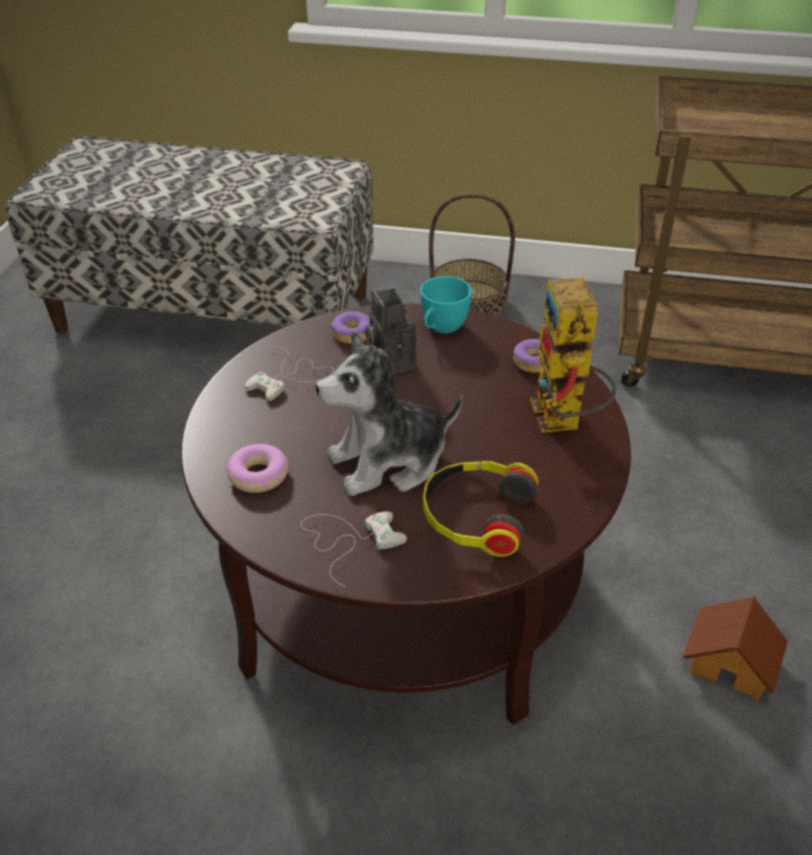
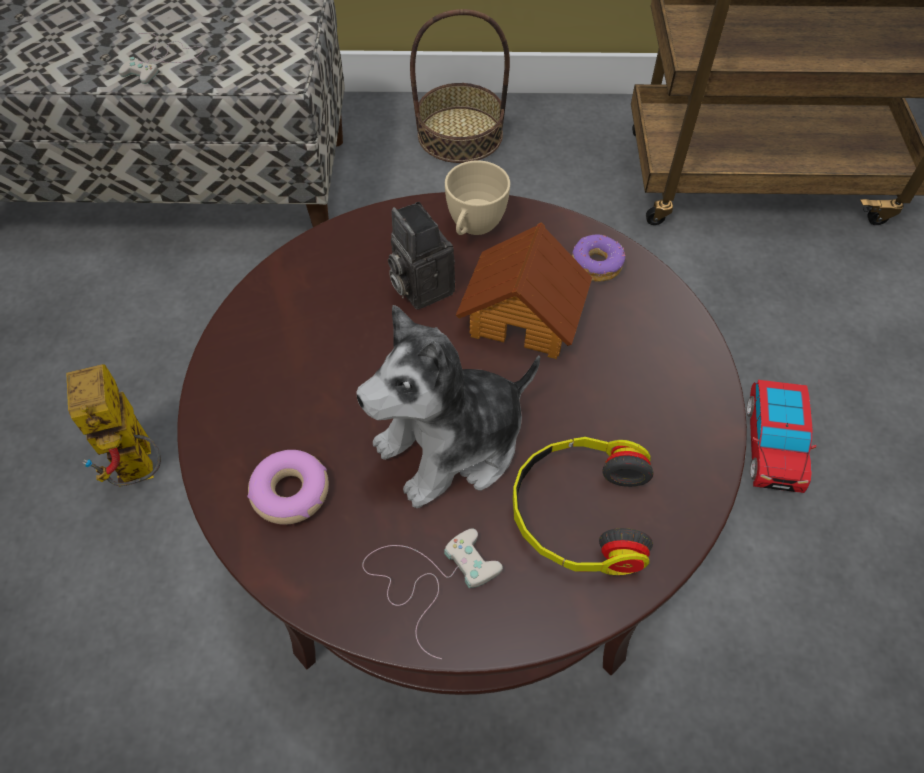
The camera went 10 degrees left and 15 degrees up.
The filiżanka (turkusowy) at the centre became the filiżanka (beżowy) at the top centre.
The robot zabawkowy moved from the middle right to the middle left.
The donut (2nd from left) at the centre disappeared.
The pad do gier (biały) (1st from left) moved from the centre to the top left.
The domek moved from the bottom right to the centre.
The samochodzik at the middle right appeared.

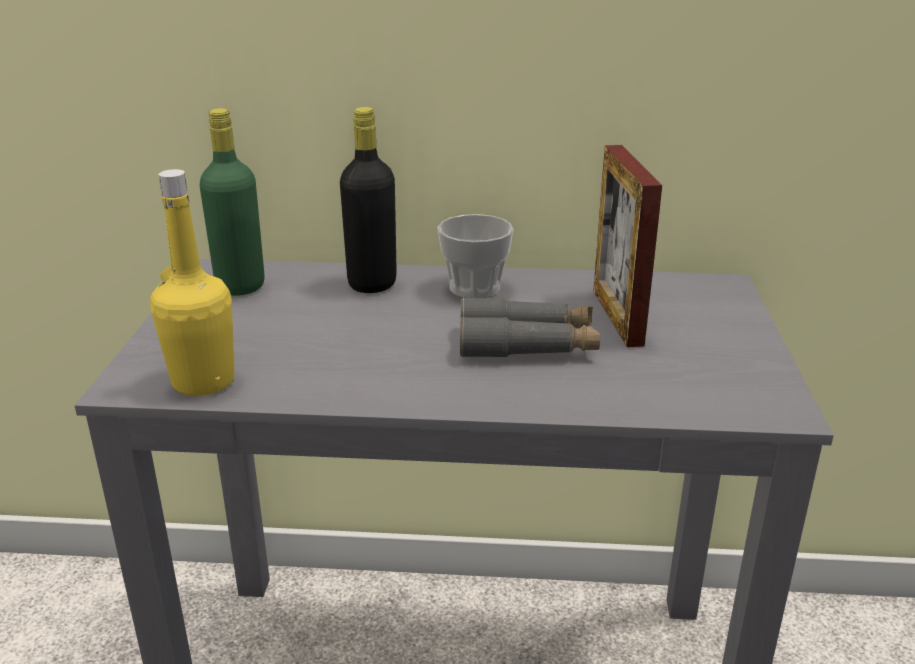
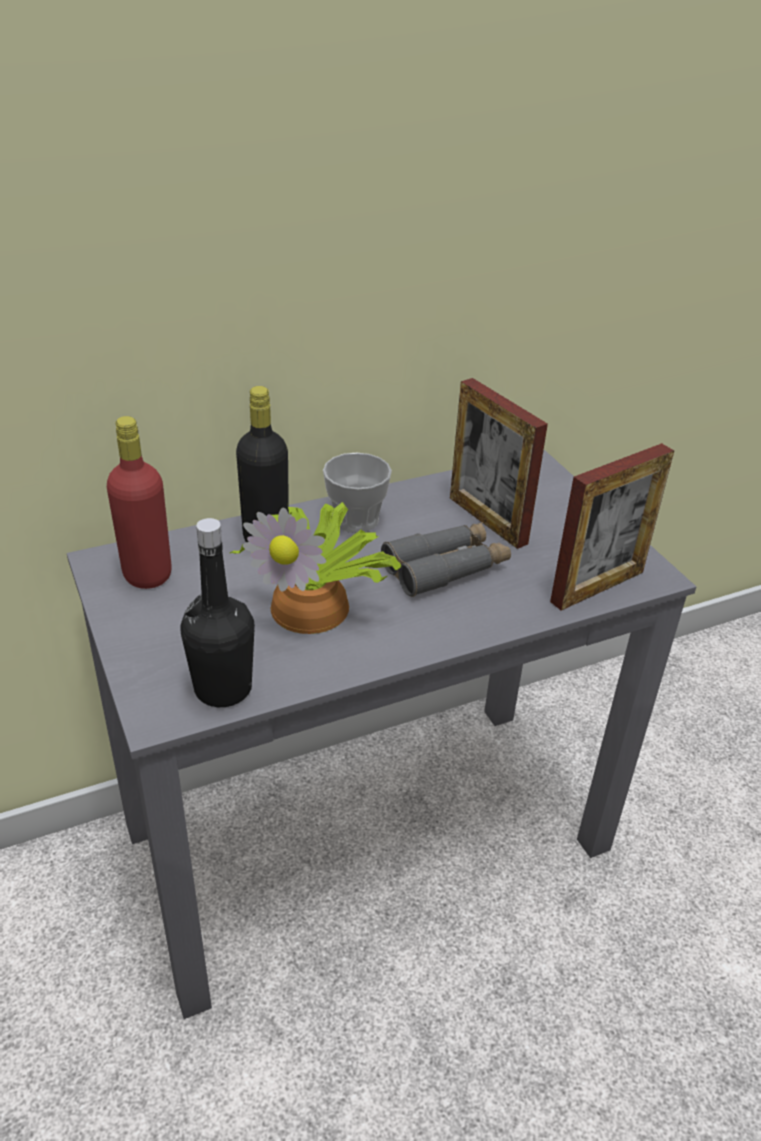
The camera went 30 degrees left and 10 degrees up.
The butelka (zielony) at the top left became the butelka (czerwony) at the middle left.
The butelka (żółty) at the middle left became the butelka (czarny) (1st from left) at the middle left.
The ramka na zdjęcie (2nd from left) at the middle right appeared.
The roślina doniczkowa at the centre appeared.

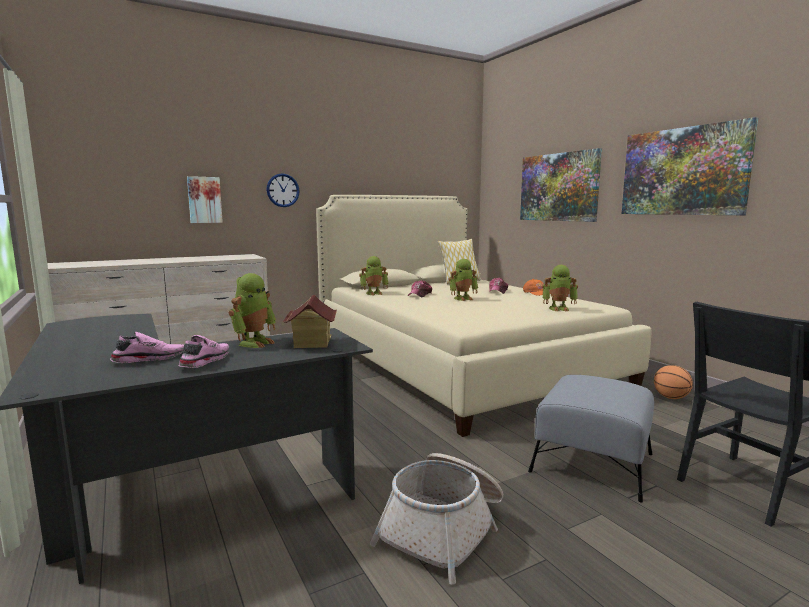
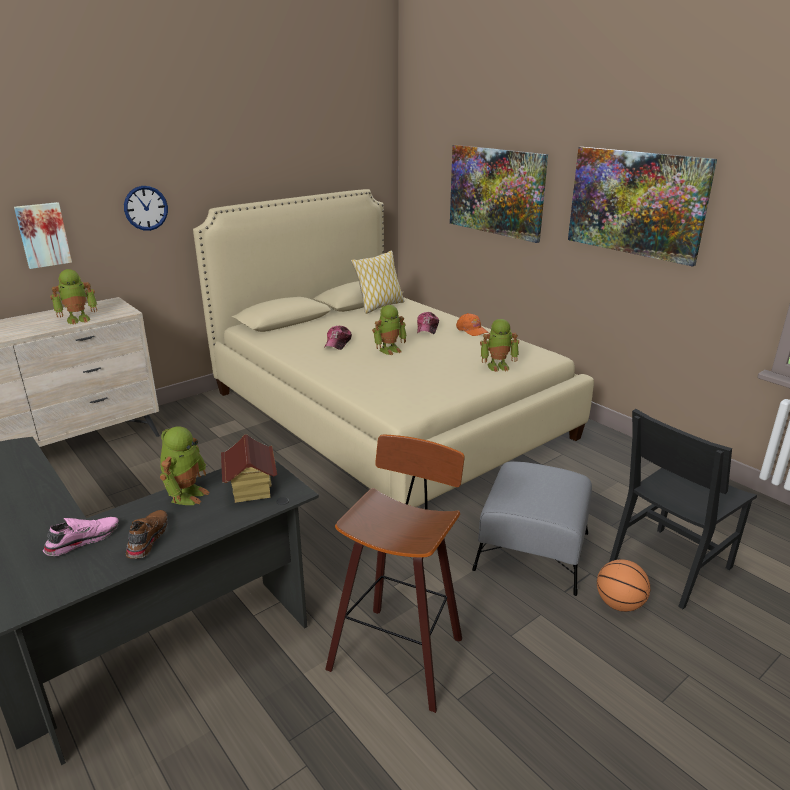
The camera went 10 degrees left and 15 degrees up.
The robot zabawkowy (2nd from left in the first image) moved from the centre to the middle left.
The but (różowy) (2nd from left) at the middle left became the but (brązowy) at the bottom left.
The piłka do koszykówki moved from the middle right to the bottom right.
The koszyk at the bottom centre was replaced by the stołek at the bottom centre.

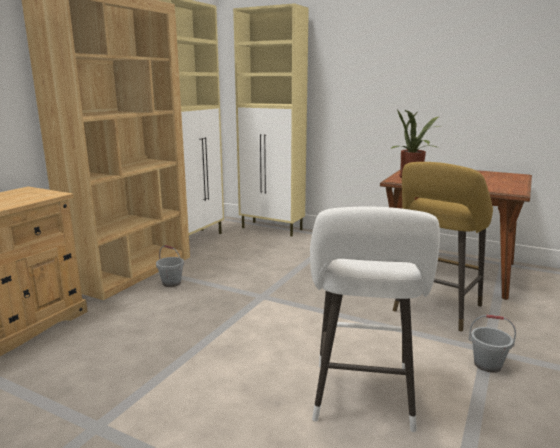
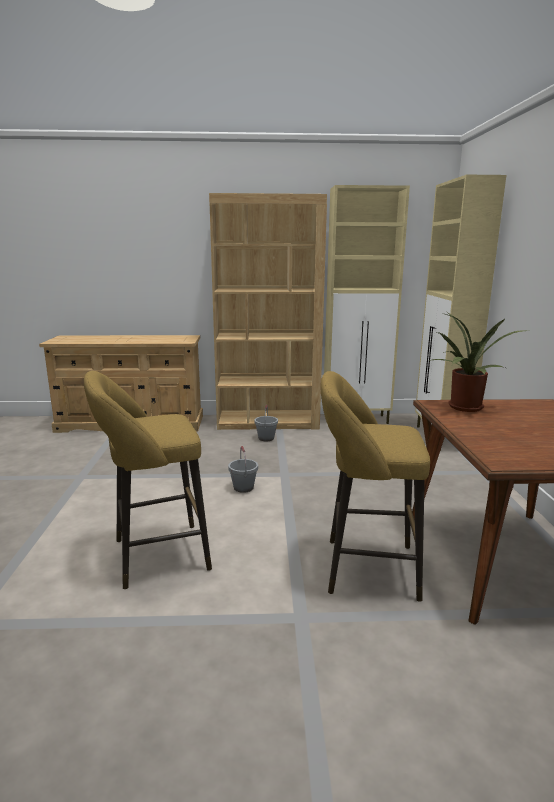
The camera went 60 degrees right and 0 degrees up.
The stołek (biały) at the bottom right became the stołek (żółty) (1st from left) at the middle left.
The wiadro (szary) (2nd from left in the first image) moved from the bottom right to the centre.

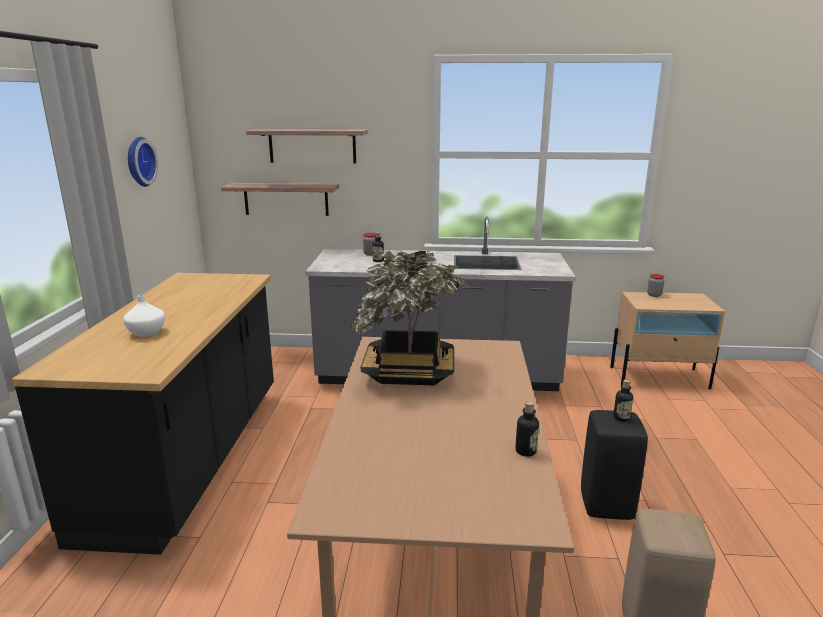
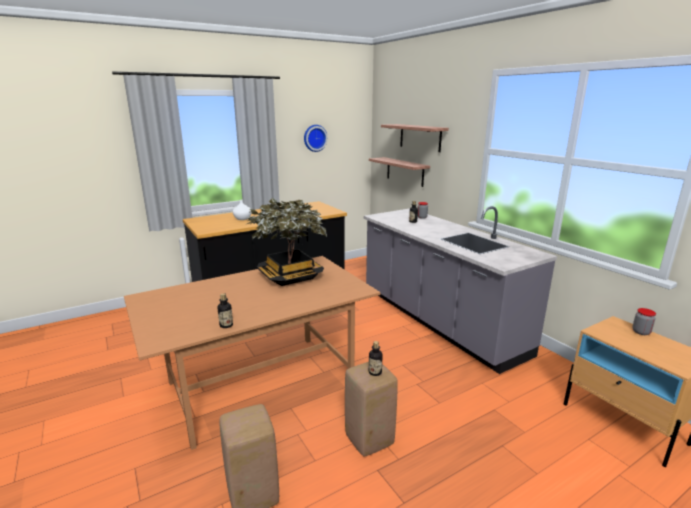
The camera went 55 degrees right and 0 degrees up.
The stołek (czarny) at the bottom right became the stołek (beżowy) (2nd from left) at the bottom centre.

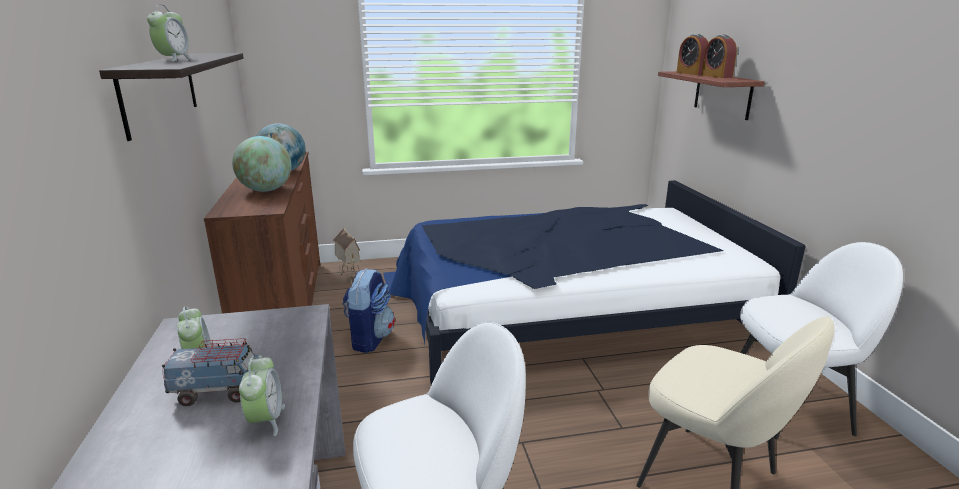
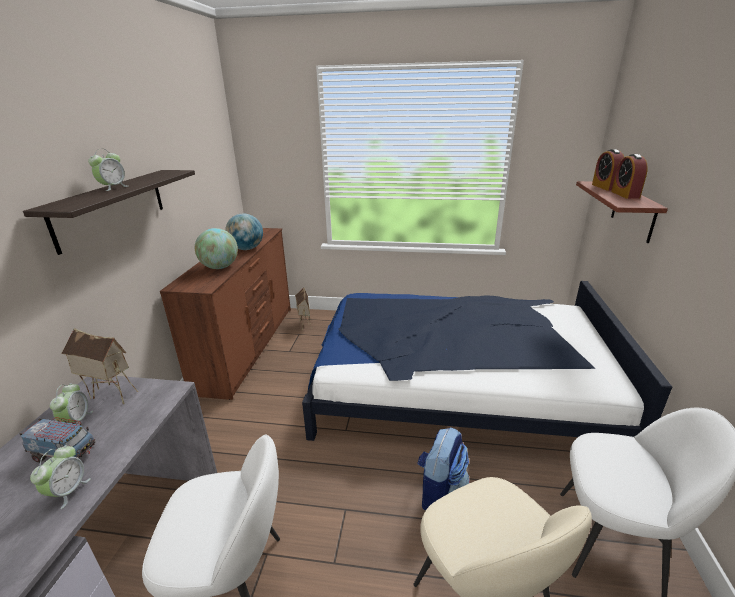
The camera went 20 degrees right and 5 degrees up.
The plecak moved from the centre to the bottom centre.
The domek (1st from left) at the middle left appeared.

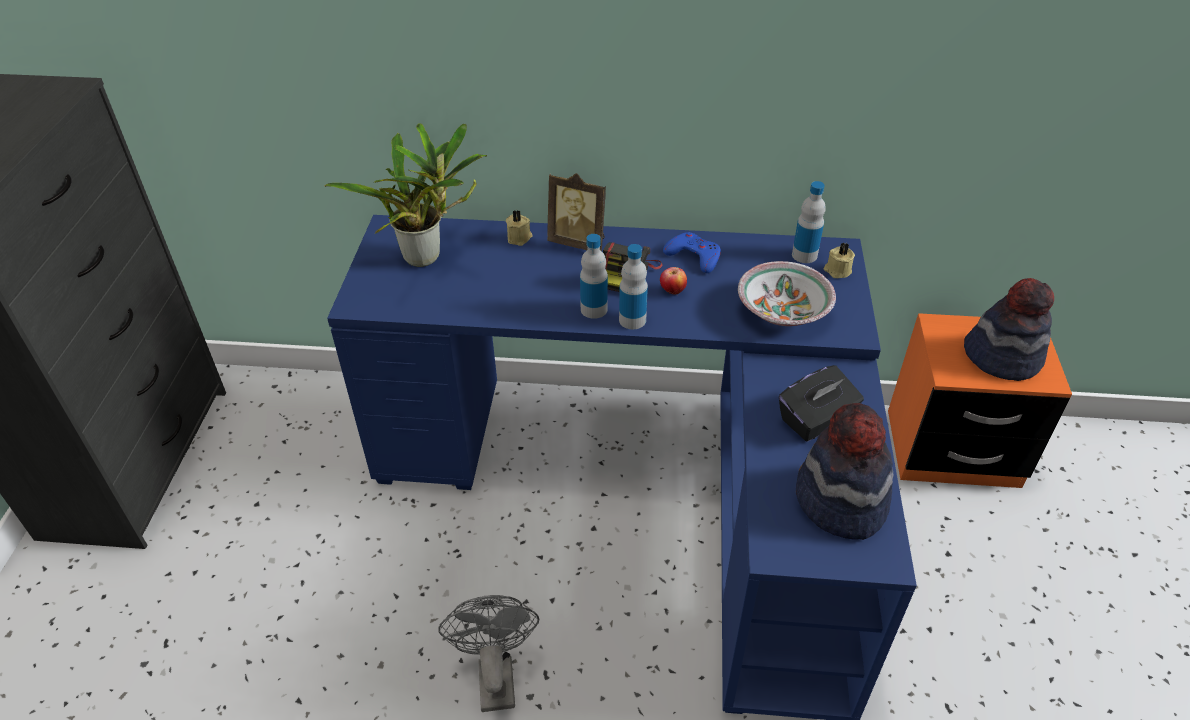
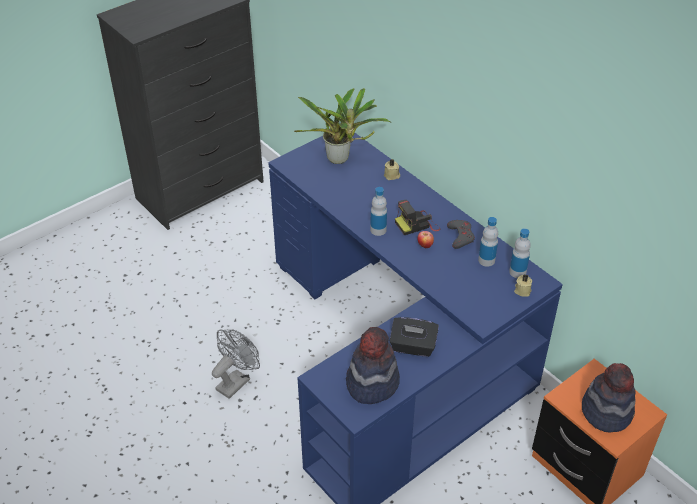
The camera went 45 degrees right and 0 degrees up.
The ramka na zdjęcie at the top centre disappeared.
The pad do gier (niebieski) at the centre became the pad do gier (szary) at the centre.
The butelka (2nd from left) moved from the centre to the middle right.
The miska at the centre disappeared.

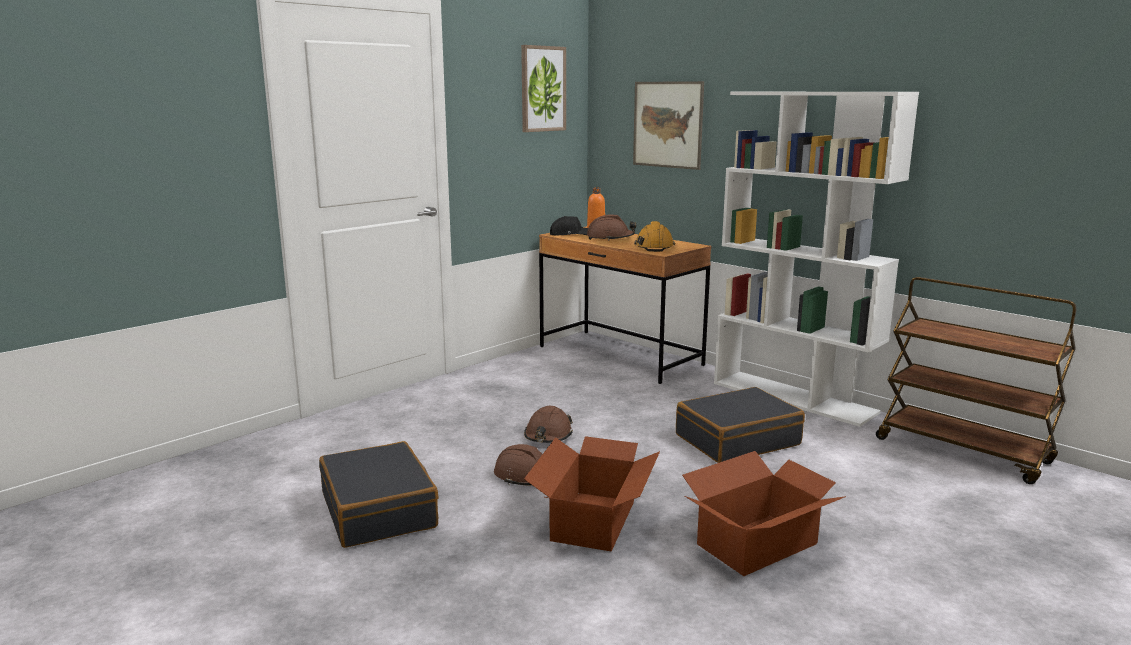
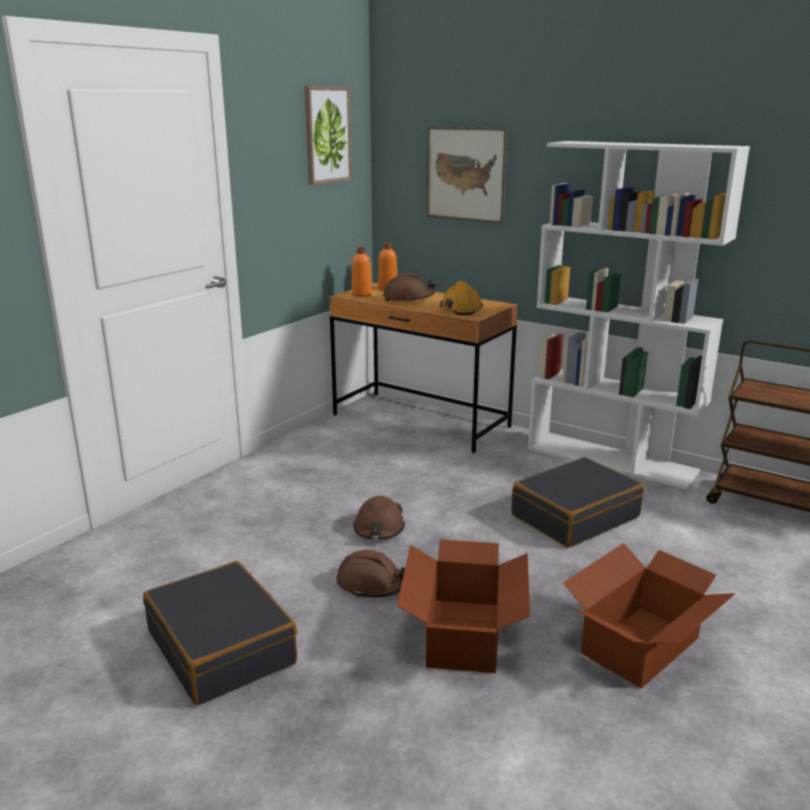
The camera went 10 degrees left and 5 degrees up.
The czapka z daszkiem (czarny) at the centre was replaced by the butelka (pomarańczowy) (1st from left) at the centre.

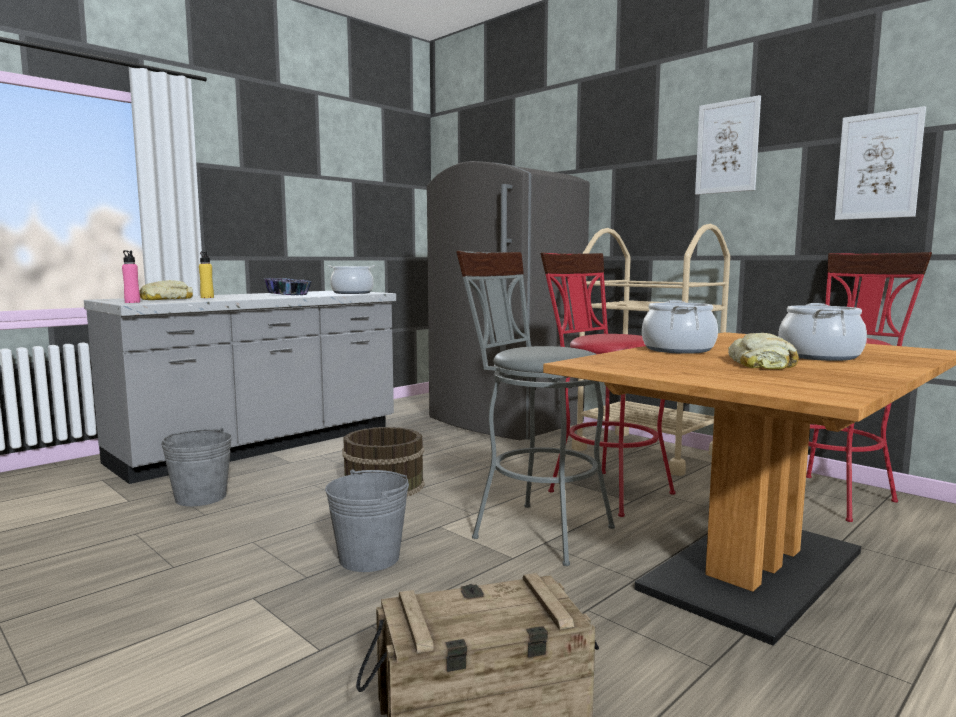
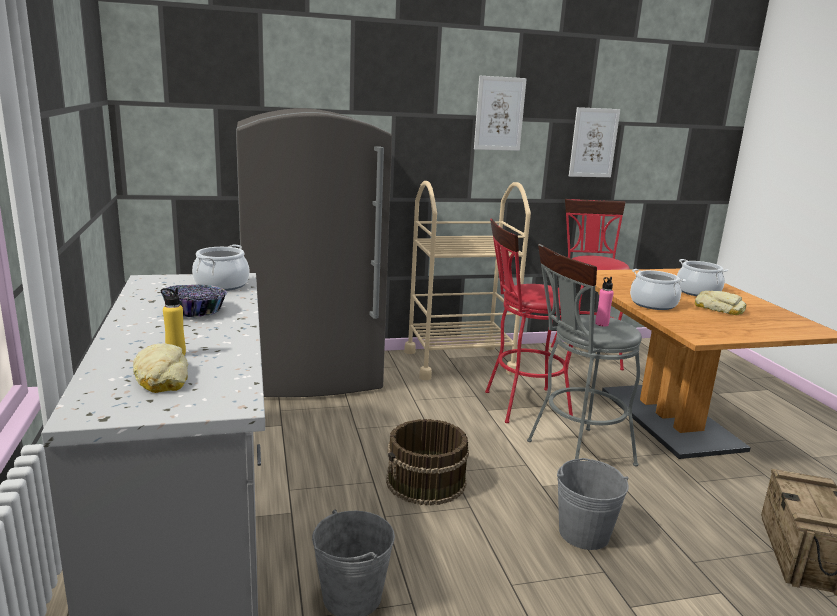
The camera went 60 degrees left and 10 degrees up.
The butelka (różowy) moved from the middle left to the middle right.

